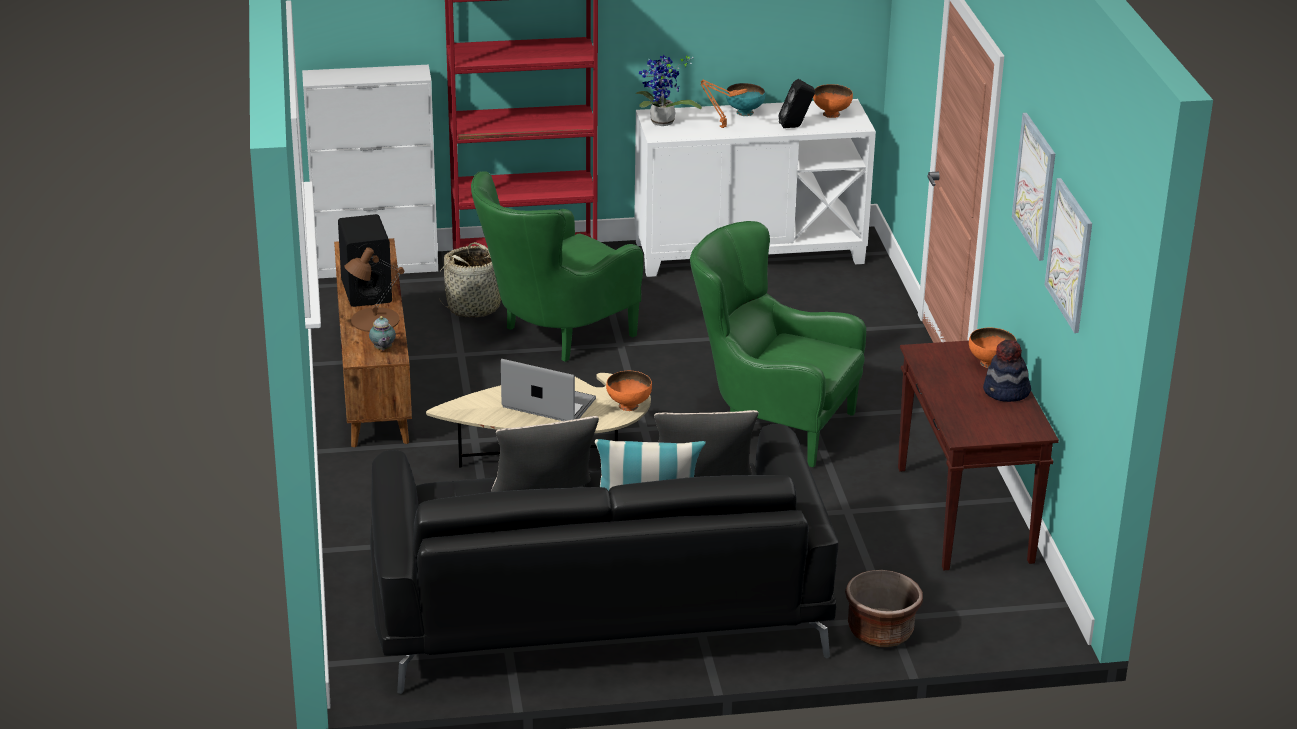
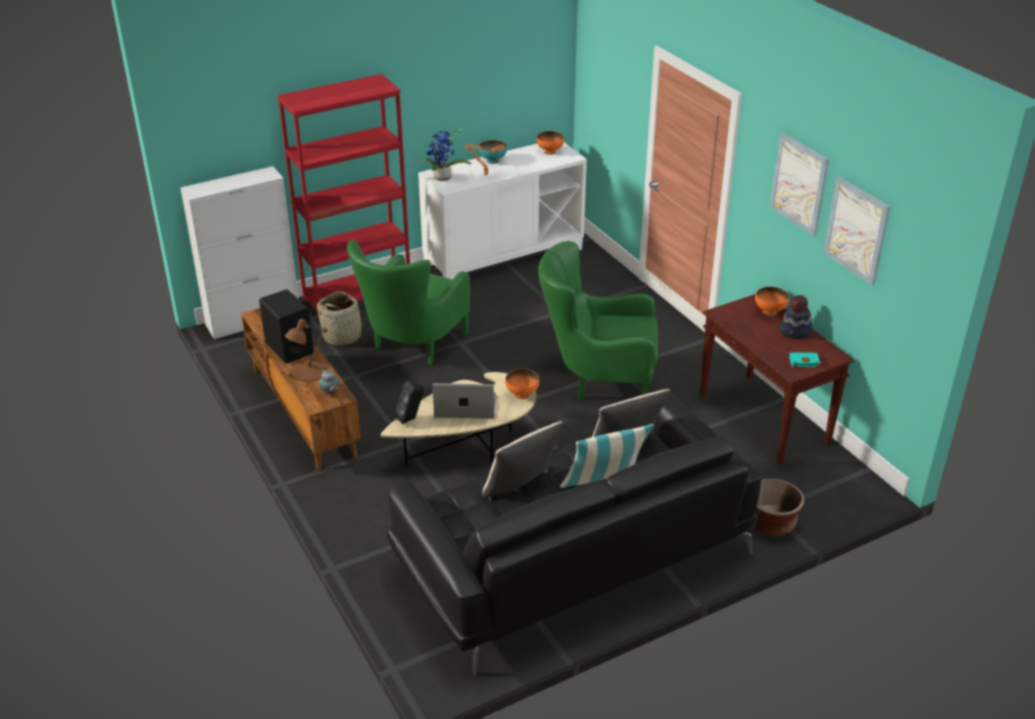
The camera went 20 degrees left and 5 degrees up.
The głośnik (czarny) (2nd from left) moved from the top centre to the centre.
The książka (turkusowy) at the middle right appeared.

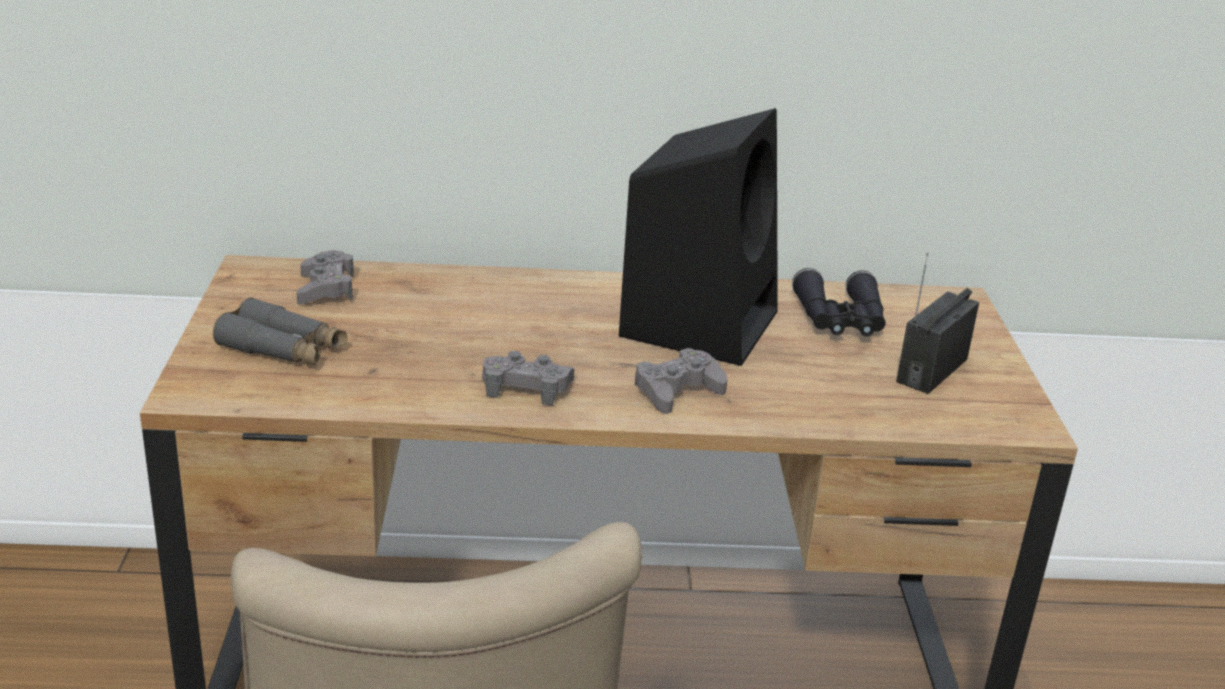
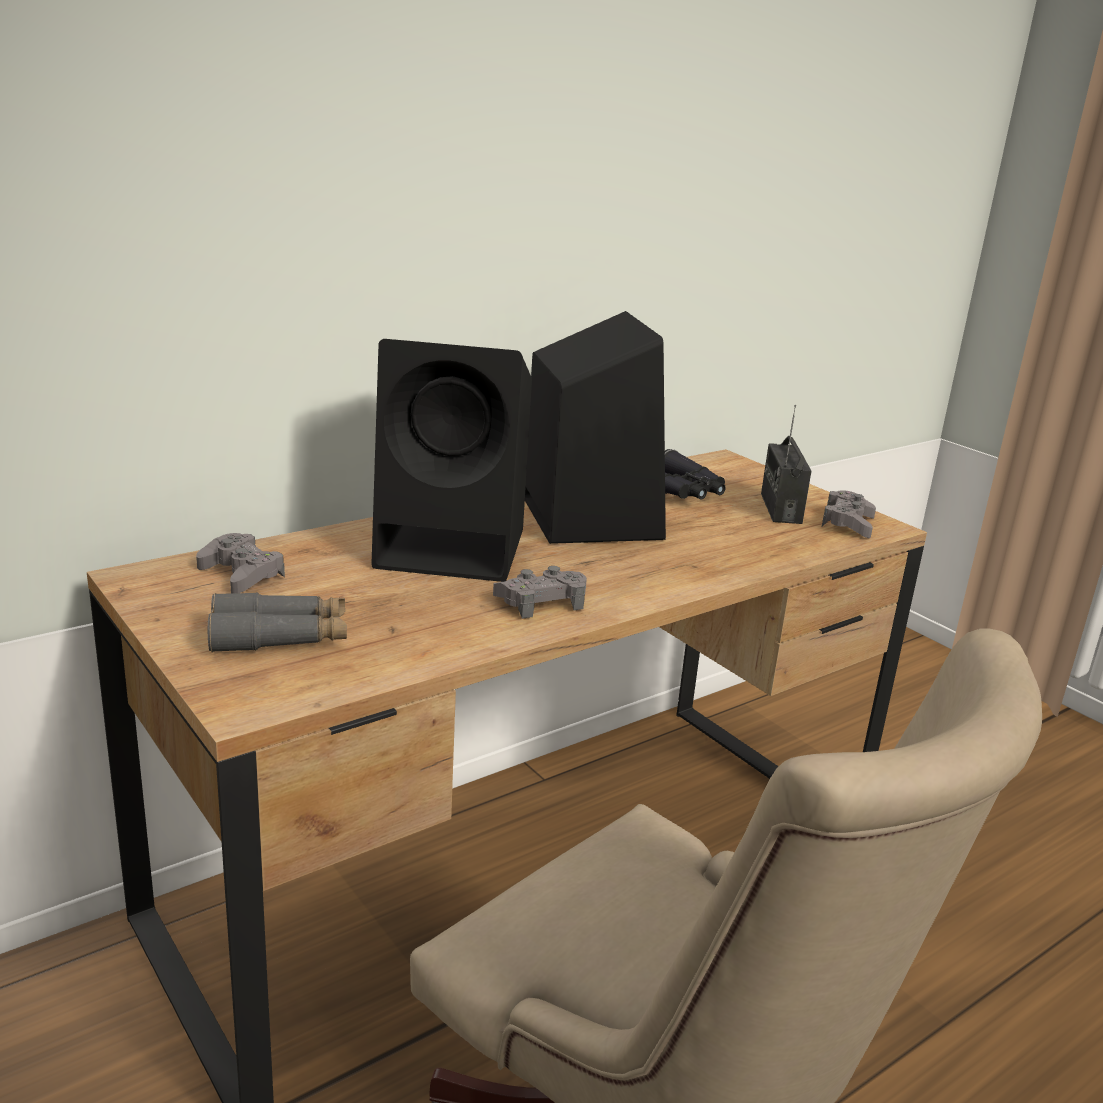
The camera went 35 degrees left and 5 degrees down.
The pad do gier (szary) (3rd from left) moved from the centre to the middle right.
The głośnik (czarny) (1st from left) at the centre appeared.

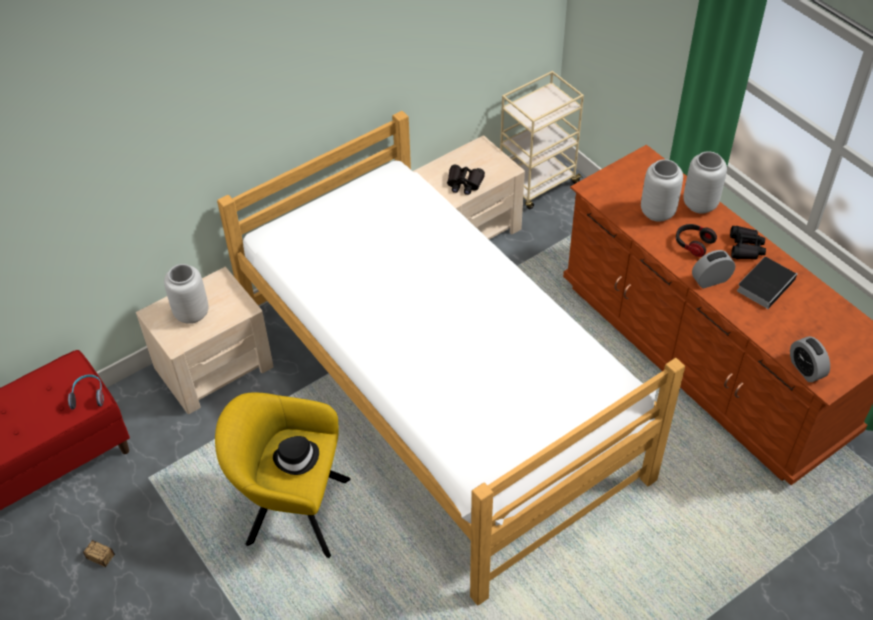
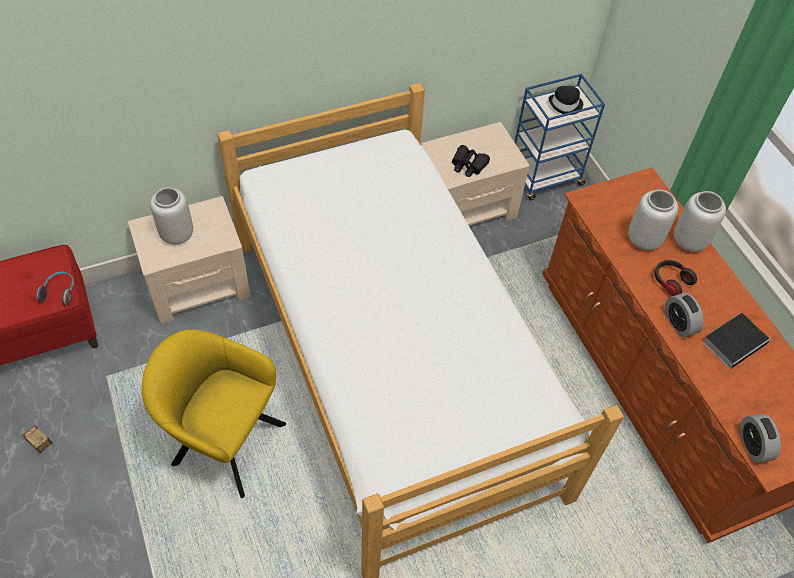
The camera went 10 degrees right and 5 degrees up.
The wózek (beżowy) at the top centre became the wózek (niebieski) at the top right.
The lornetka (czarny) (2nd from left) at the middle right disappeared.
The budzik (1st from left) at the middle right turned 105 degrees counterclockwise.
The kapelusz (czarny) moved from the bottom centre to the top right.

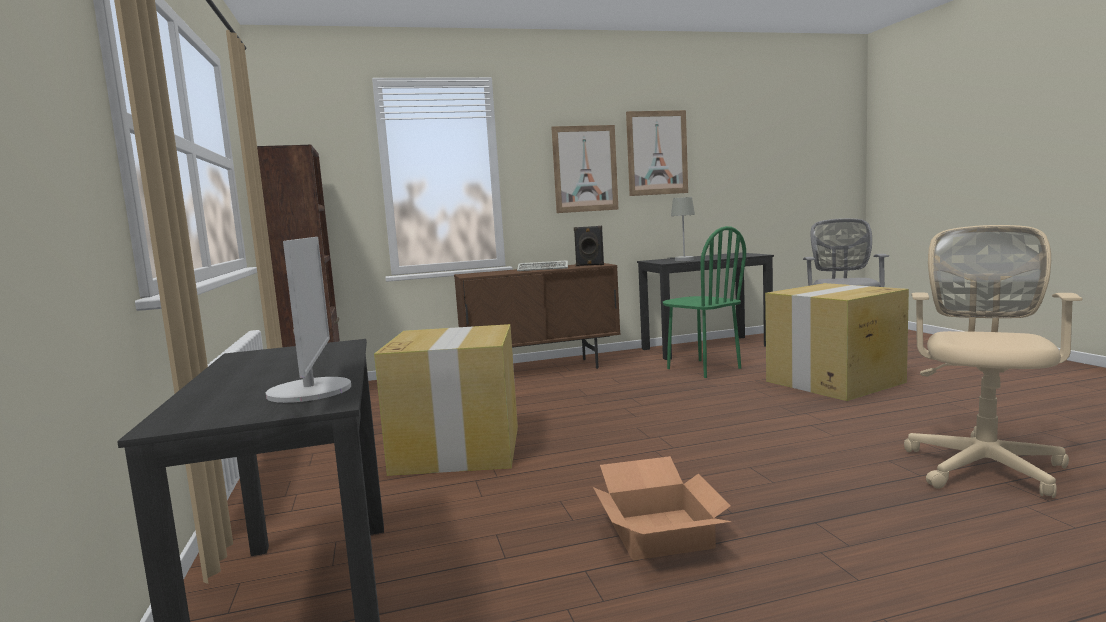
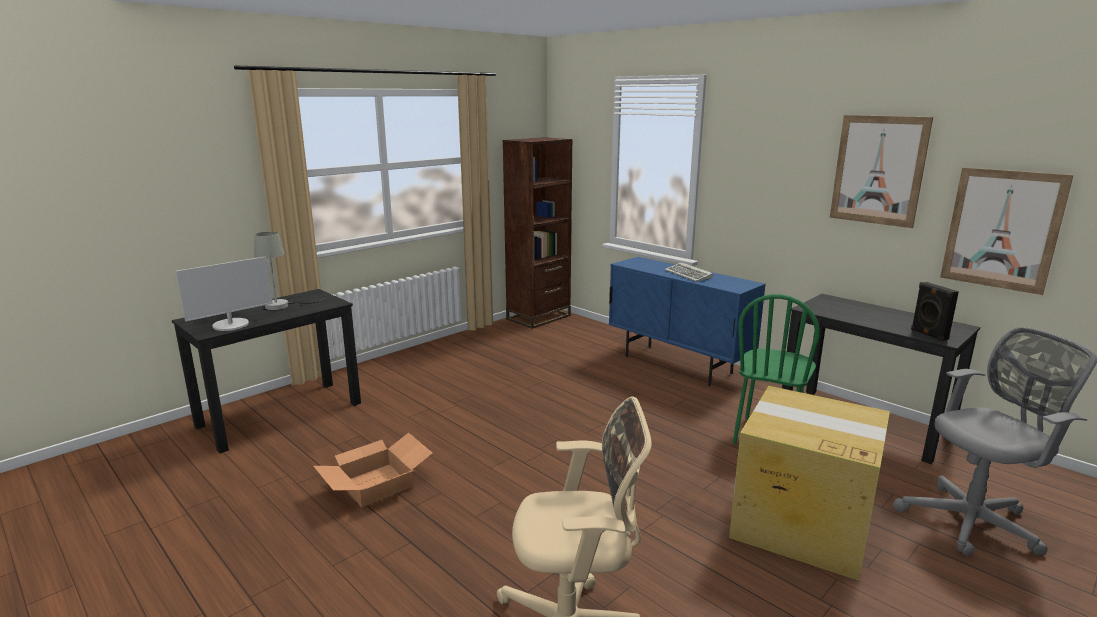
The camera went 60 degrees right and 10 degrees up.
The obraz (1st from left in the first image) moved from the top centre to the middle right.
The lampa stołowa (szary) moved from the centre to the middle left.
The głośnik (czarny) moved from the centre to the middle right.
The szafka (brązowy) at the centre became the szafka (niebieski) at the centre.
The karton (1st from left) at the centre disappeared.

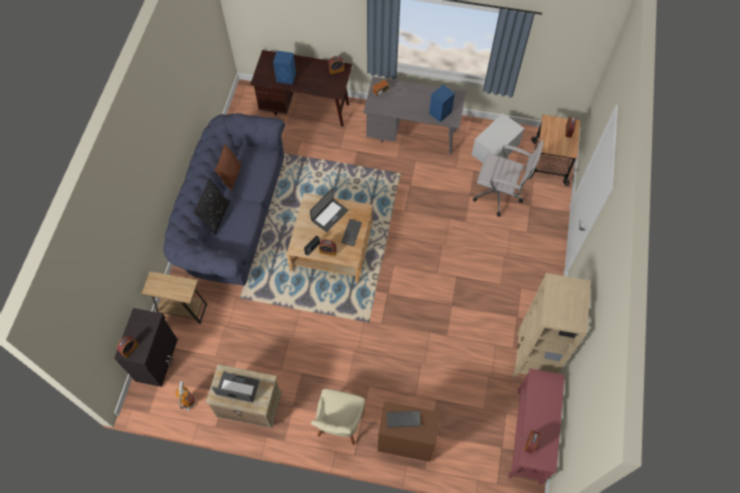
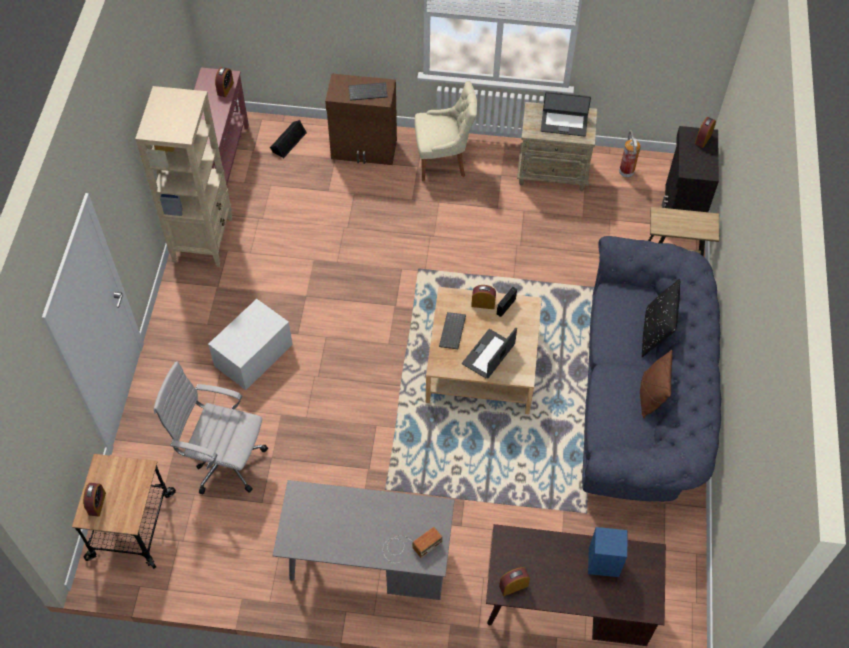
The camera went 175 degrees right and 5 degrees down.
The głośnik (niebieski) (2nd from left) at the top centre disappeared.
The pojemnik do przechowywania (biały) moved from the top right to the middle left.
The krzesło (beżowy) at the bottom centre turned 75 degrees clockwise.
The głośnik (czarny) at the top centre appeared.

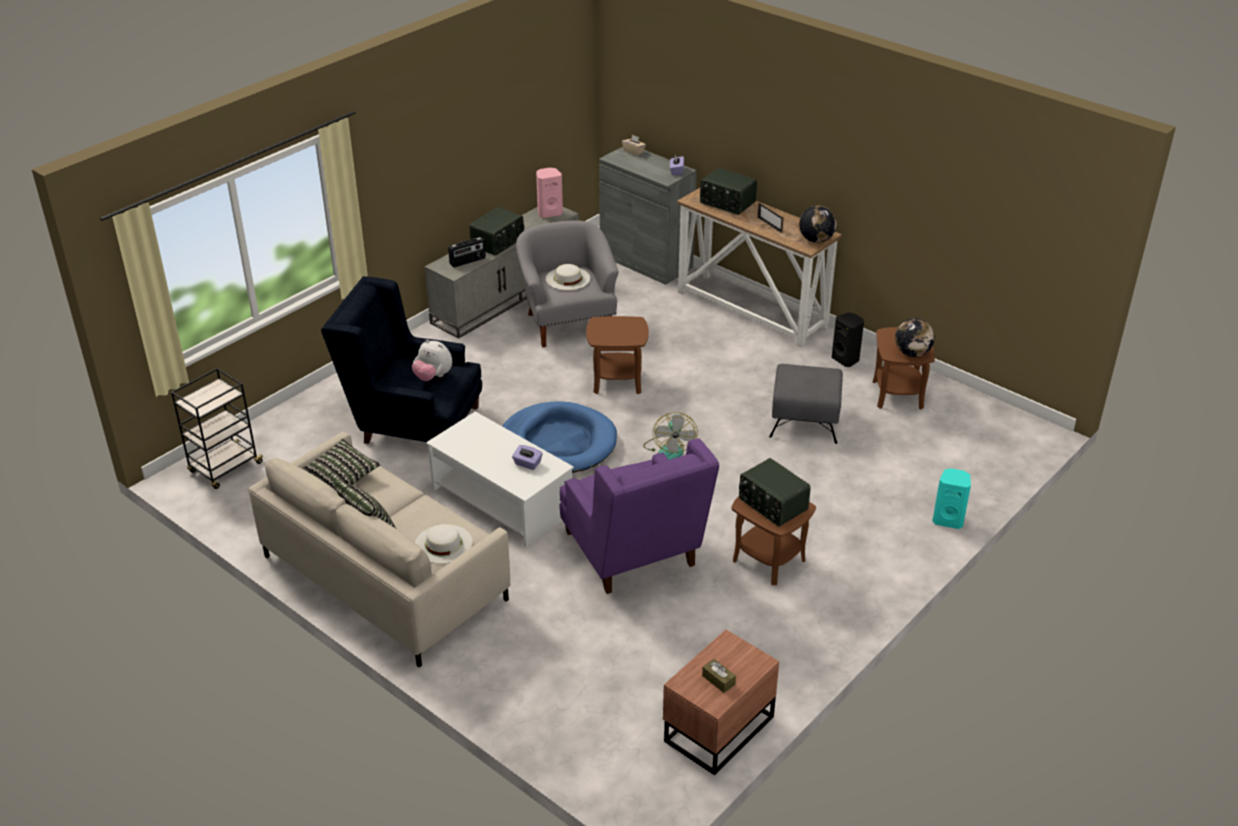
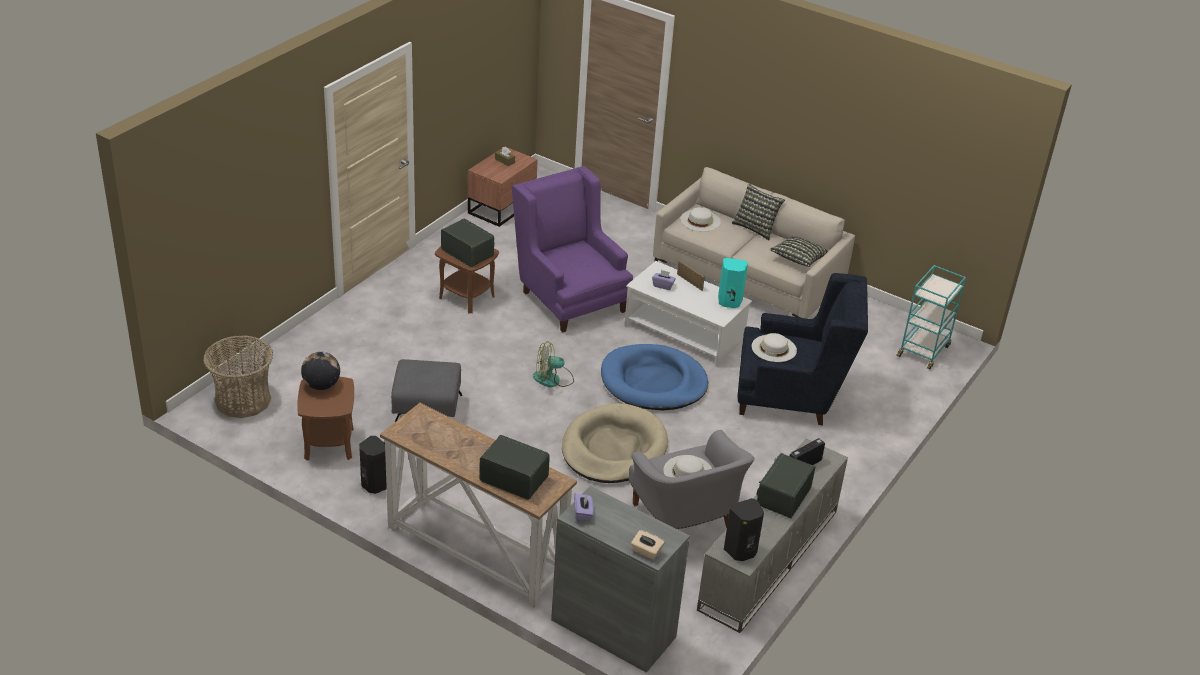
The camera went 170 degrees right and 0 degrees up.
The głośnik (różowy) at the top centre became the głośnik (czarny) (2nd from left) at the bottom centre.
The ramka na zdjęcie moved from the top centre to the centre.
The globus (1st from left) at the top centre disappeared.
The stolik (brązowy) (1st from left) at the centre was replaced by the legowisko (beżowy) at the centre.
The pluszak at the centre was replaced by the kapelusz (biały) (3rd from left) at the centre.
The wózek (czarny) at the middle left became the wózek (turkusowy) at the middle right.
The wentylator at the centre turned 90 degrees counterclockwise.
The głośnik (turkusowy) moved from the middle right to the centre.
The koszyk at the middle left appeared.

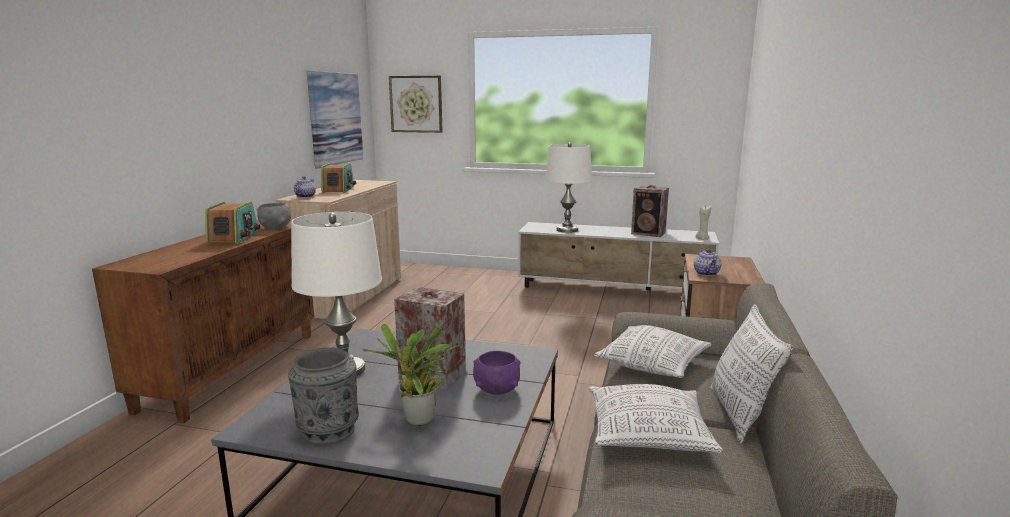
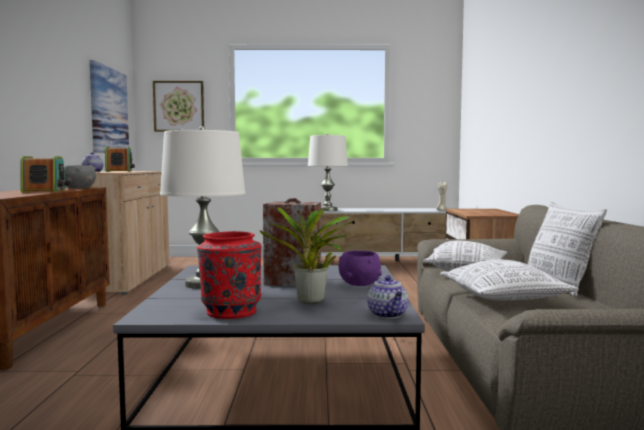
The camera went 15 degrees left and 10 degrees down.
The głośnik (2nd from left) at the centre disappeared.
The imbryk (2nd from left) moved from the middle right to the bottom centre.
The wazon (szary) at the bottom left became the wazon (czerwony) at the centre.

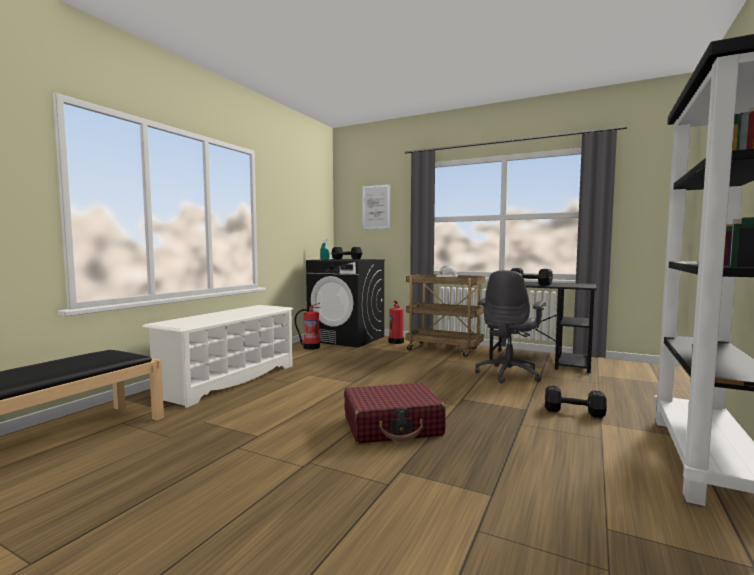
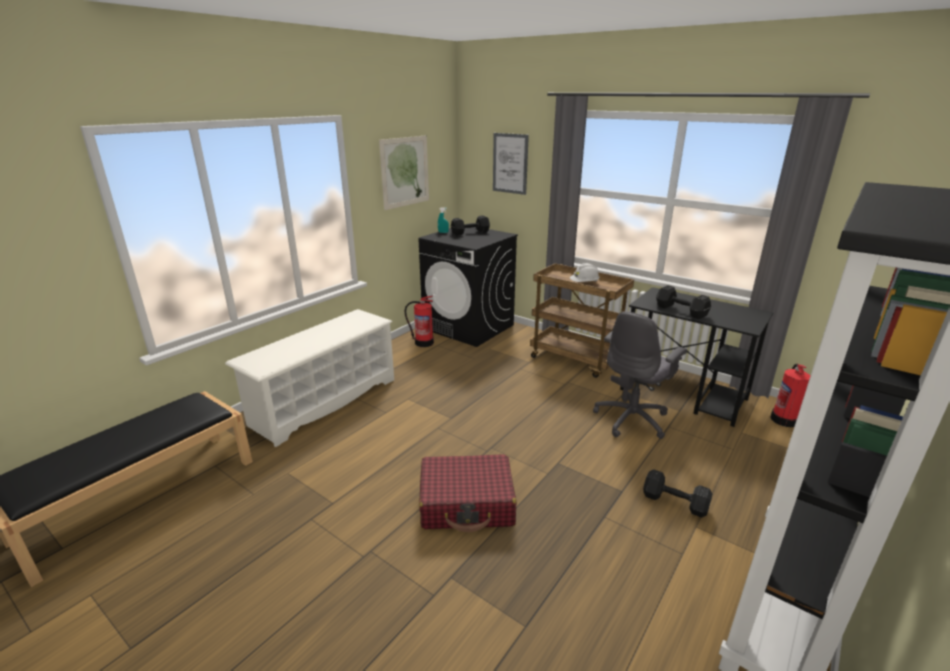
The camera went 10 degrees right and 20 degrees up.
The gaśnica (2nd from left) moved from the centre to the middle right.
The obraz (1st from left) at the top centre appeared.

